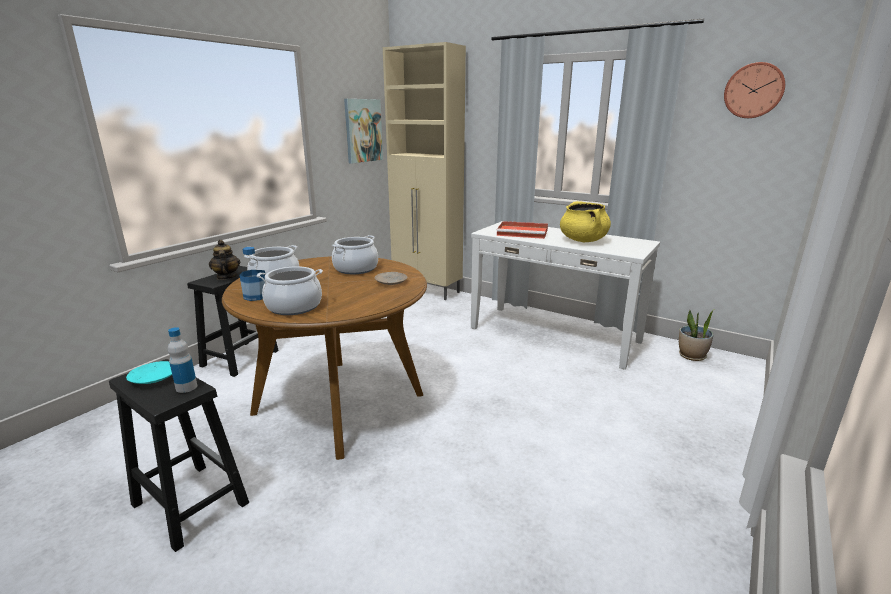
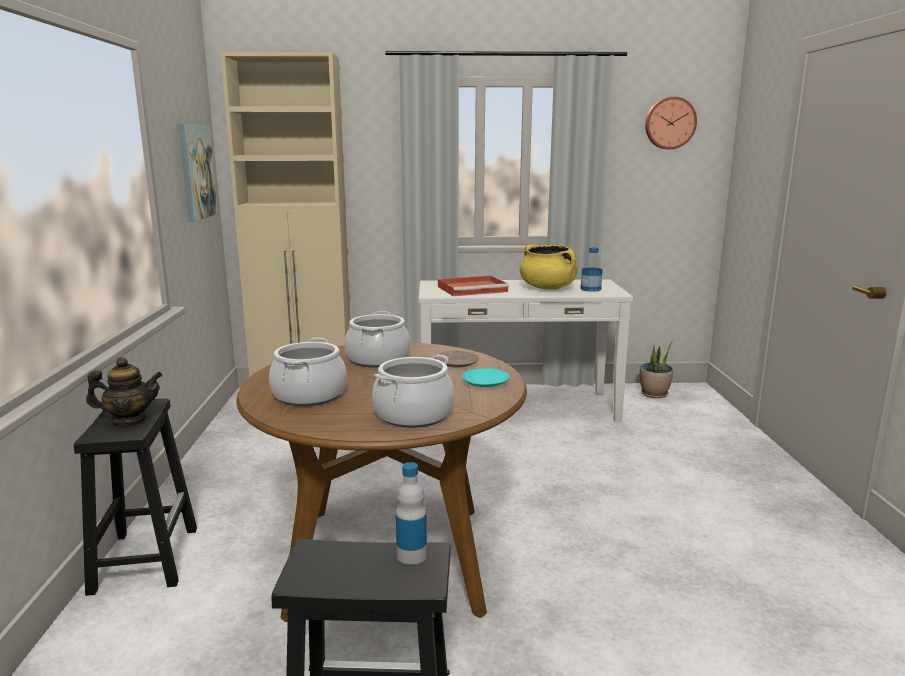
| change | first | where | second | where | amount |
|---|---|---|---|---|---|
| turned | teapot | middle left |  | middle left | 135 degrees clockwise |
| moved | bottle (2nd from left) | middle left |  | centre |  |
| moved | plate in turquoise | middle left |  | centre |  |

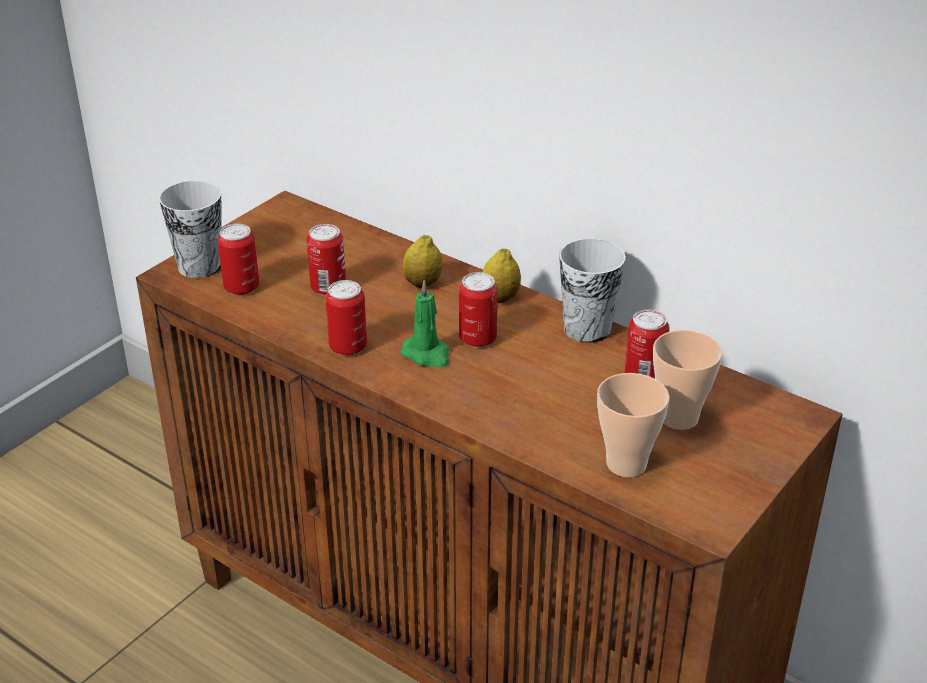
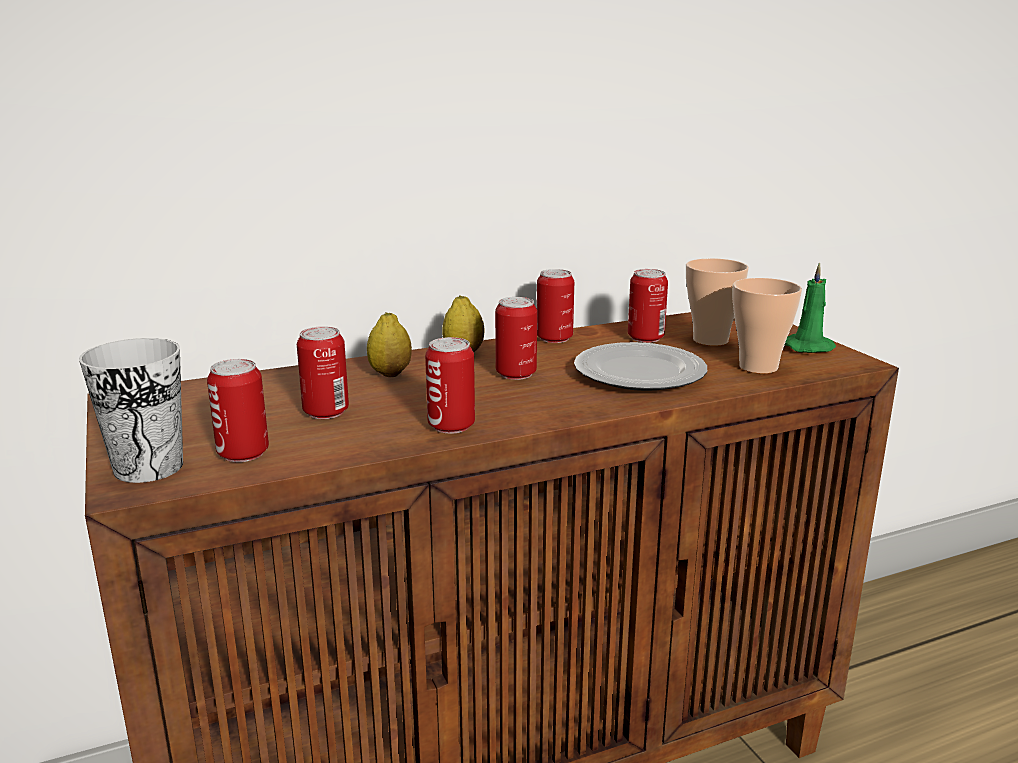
| change | first | where | second | where | amount |
|---|---|---|---|---|---|
| replaced | cup (2nd from left) | centre | can (5th from left) | centre |  |
| moved | candle in green | centre |  | middle right |  |
| added |  |  | plate | centre |  |

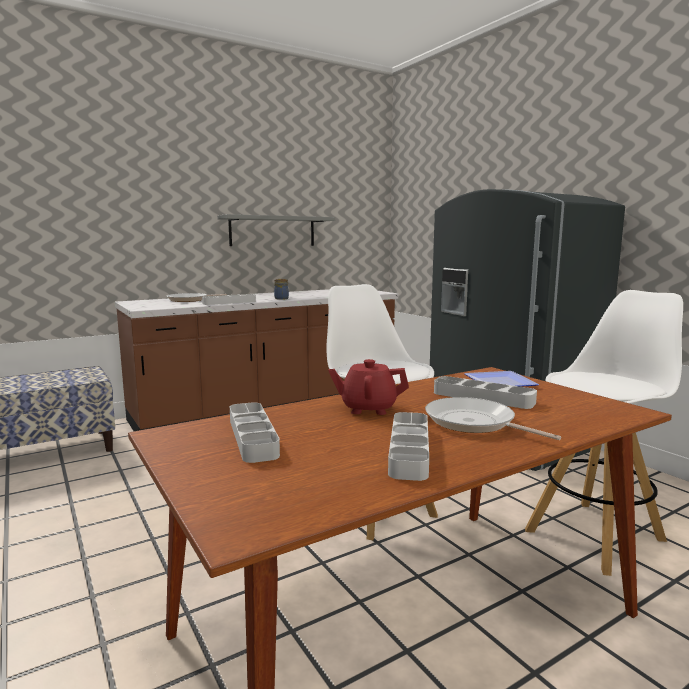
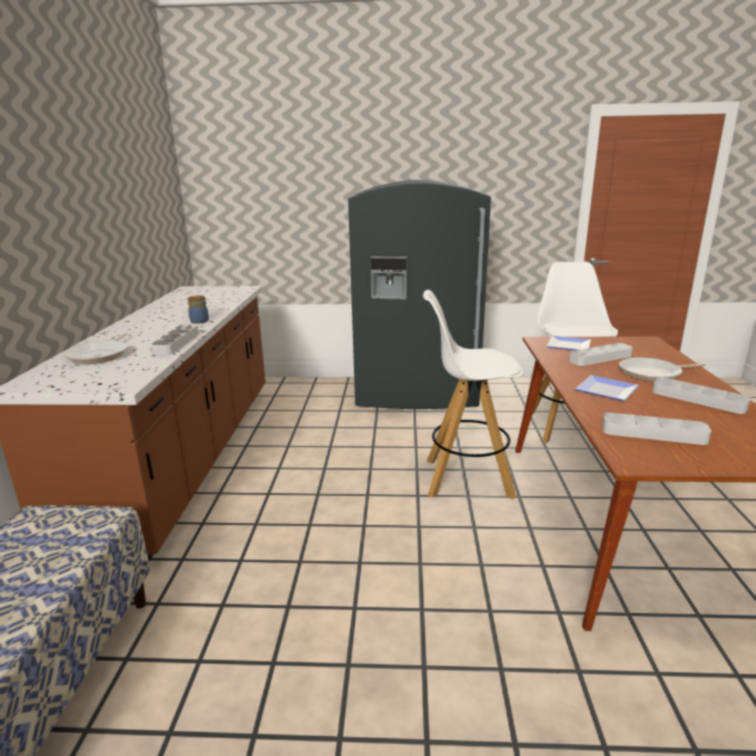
| change | first | where | second | where | amount |
|---|---|---|---|---|---|
| removed | shelf in grey | centre |  |  |  |
| replaced | teapot in red | centre | plate (2nd from left) | middle right |  |

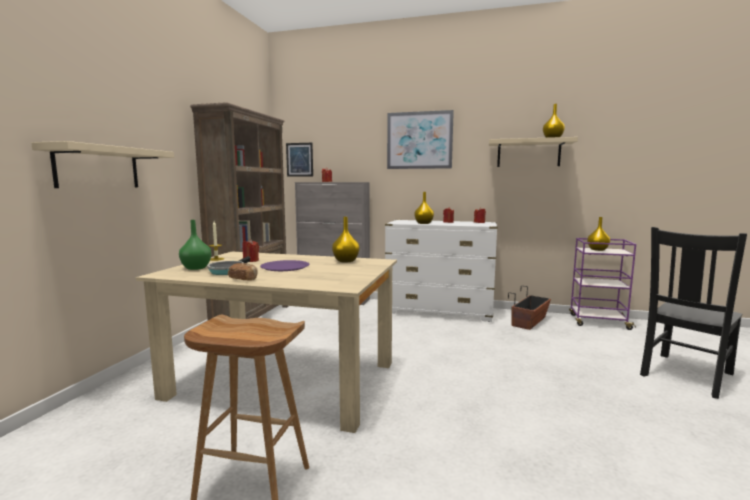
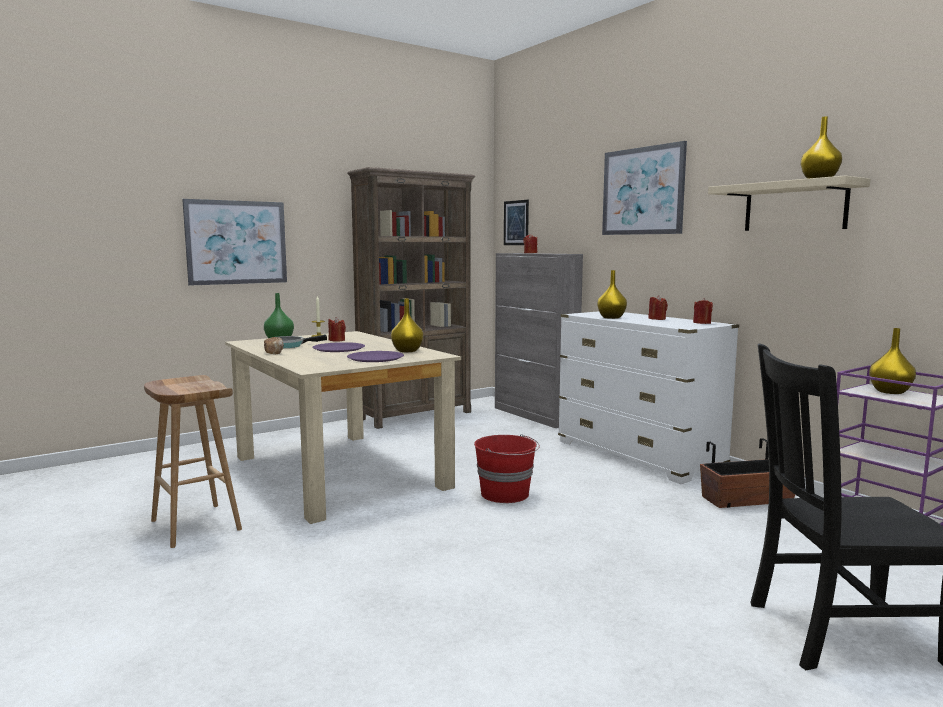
| change | first | where | second | where | amount |
|---|---|---|---|---|---|
| replaced | shelf in beige (1st from left) | top left | picture (1st from left) | middle left |  |
| added |  |  | plate in purple (2nd from left) | centre |  |
| added |  |  | bucket in red | centre |  |

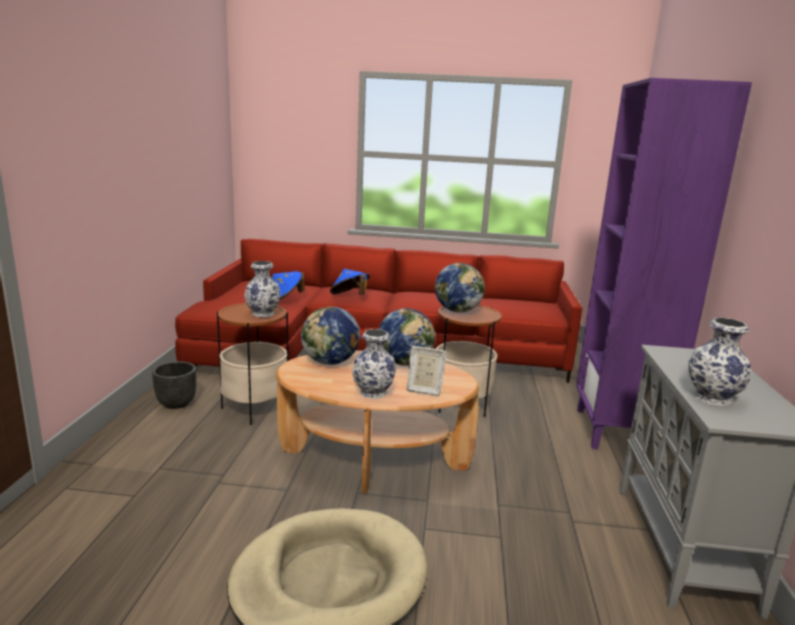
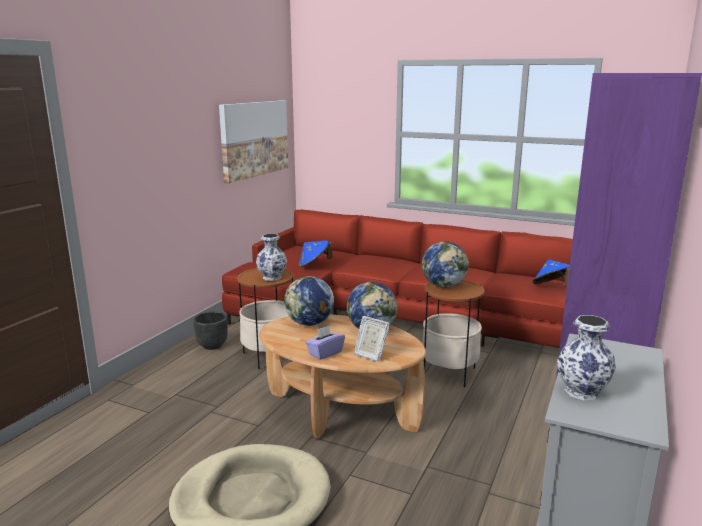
| change | first | where | second | where | amount |
|---|---|---|---|---|---|
| moved | hat in blue (2nd from left) | centre |  | middle right |  |
| replaced | vase (2nd from left) | centre | tissue box in purple | centre |  |
| added |  |  | picture | top centre |  |

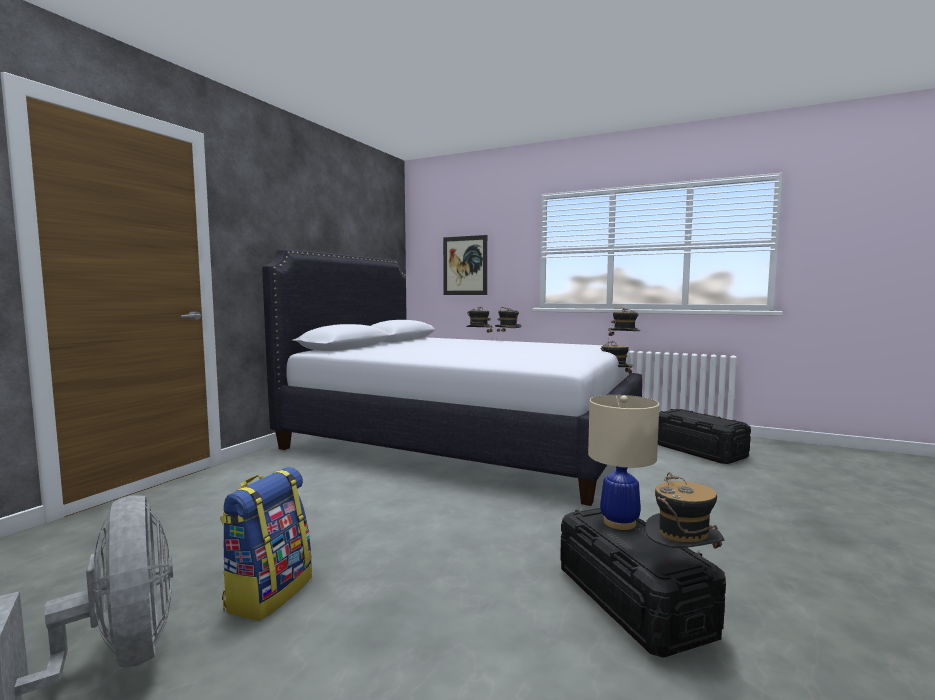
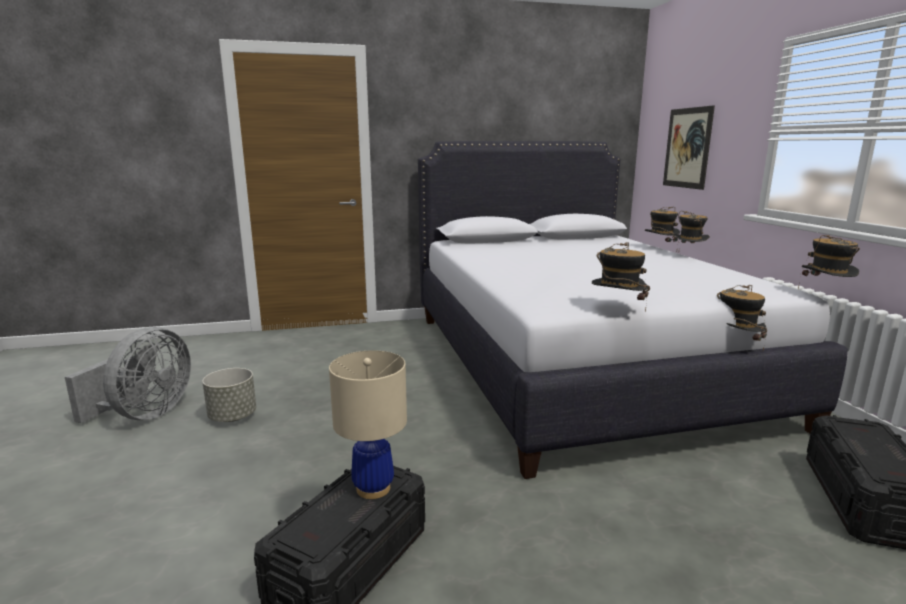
| change | first | where | second | where | amount |
|---|---|---|---|---|---|
| replaced | backpack | bottom left | planter in grey | middle left |  |
| moved | hat (5th from left in the first image) | bottom right | hat (1st from left) | middle right |  |

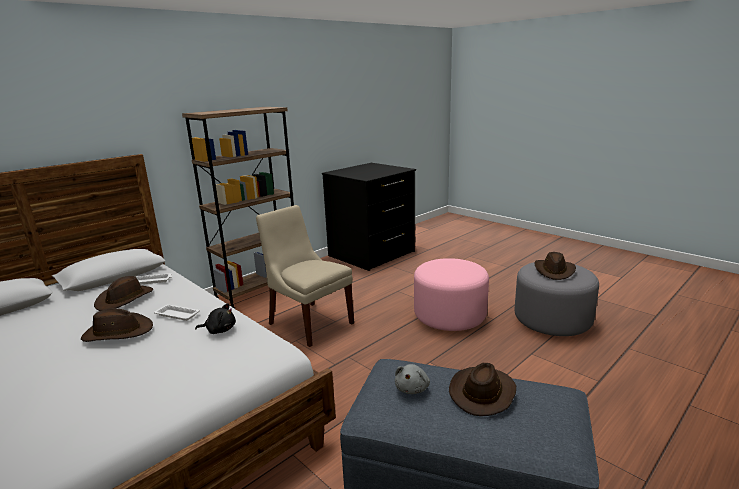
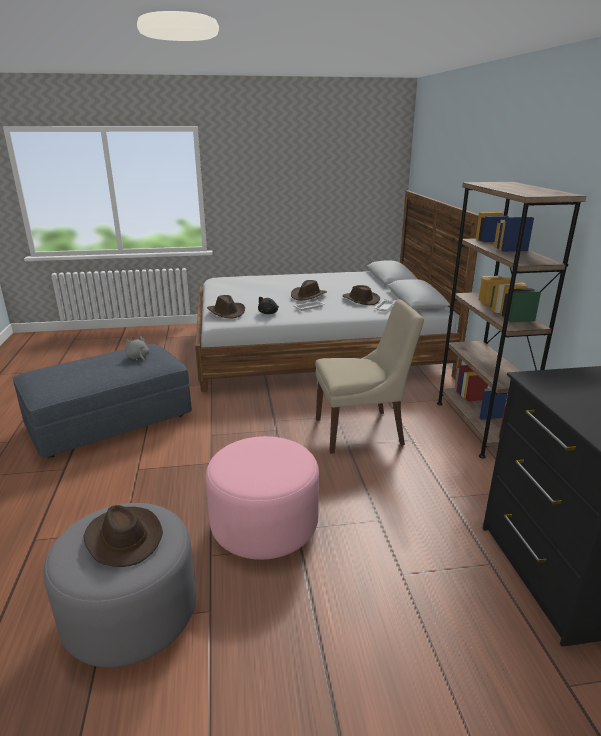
| change | first | where | second | where | amount |
|---|---|---|---|---|---|
| moved | hat in brown (3rd from left in the first image) | bottom centre | hat in brown (2nd from left) | centre |  |

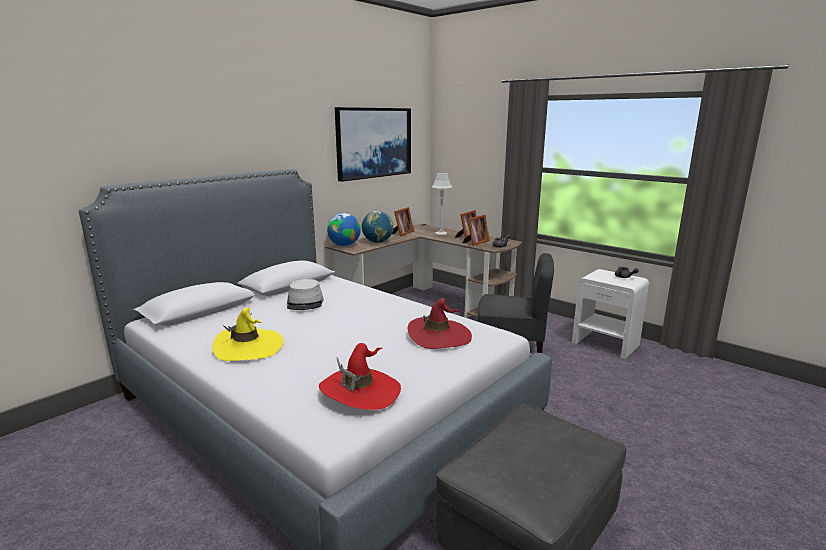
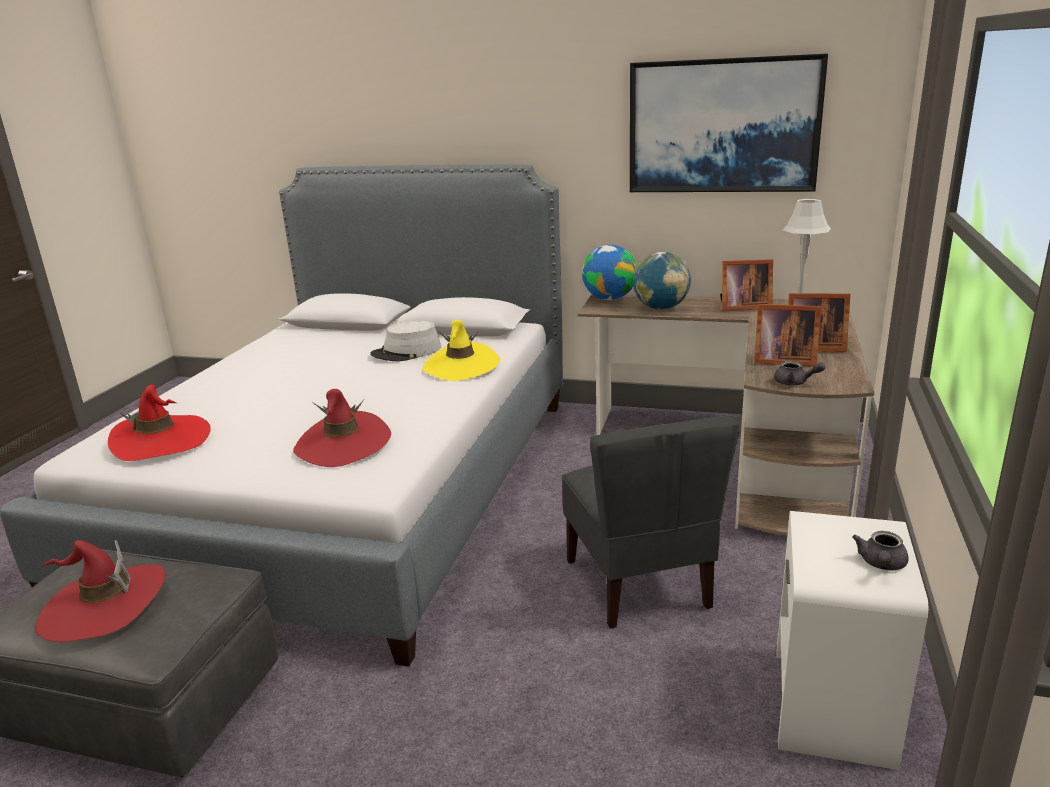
| change | first | where | second | where | amount |
|---|---|---|---|---|---|
| moved | hat in yellow | middle left |  | centre |  |
| added |  |  | hat in red (1st from left) | bottom left |  |

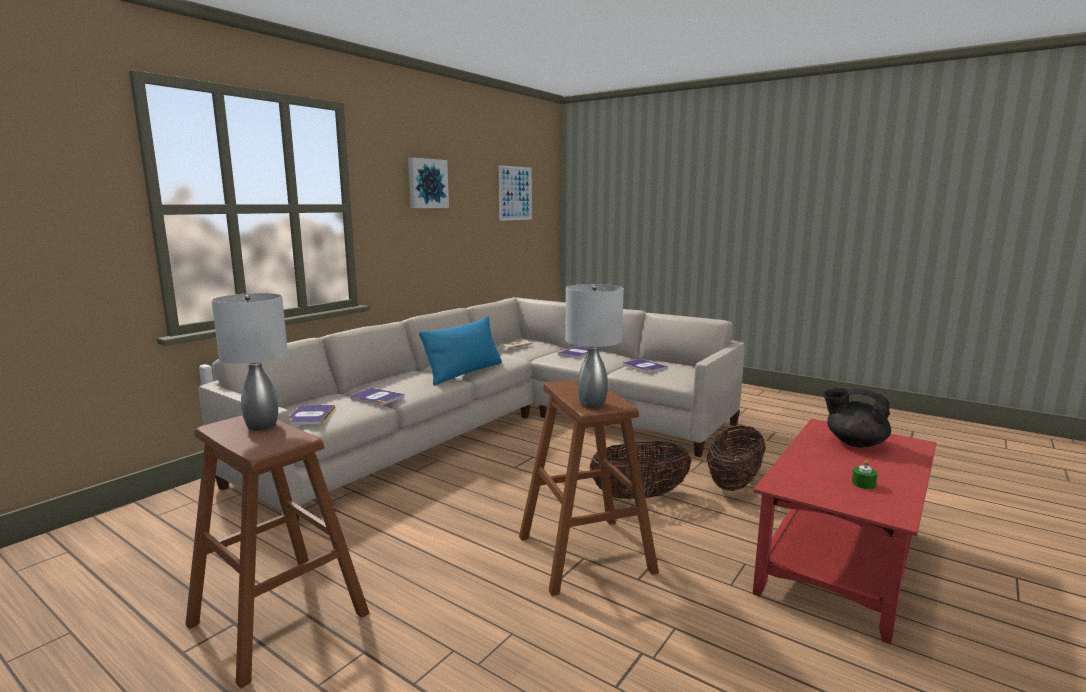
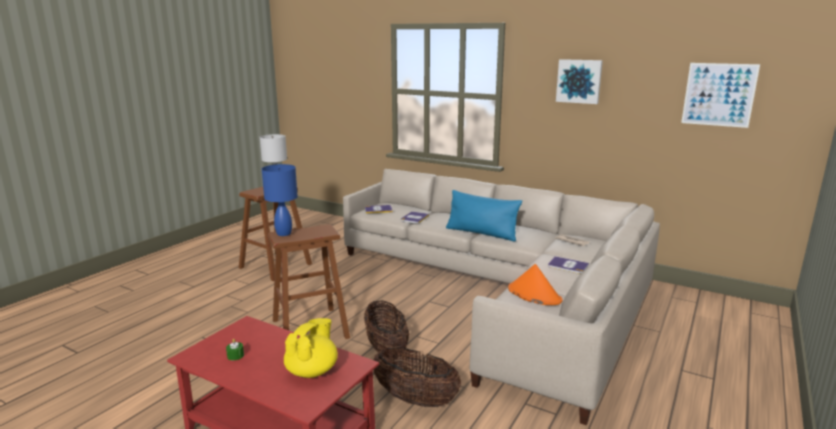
| change | first | where | second | where | amount |
|---|---|---|---|---|---|
| recoloured | table lamp in grey (2nd from left) | centre | table lamp in blue | centre |  |
| replaced | book (4th from left) | centre | hat in orange | centre |  |
| recoloured | teapot in black | middle right | teapot in yellow | bottom centre |  |

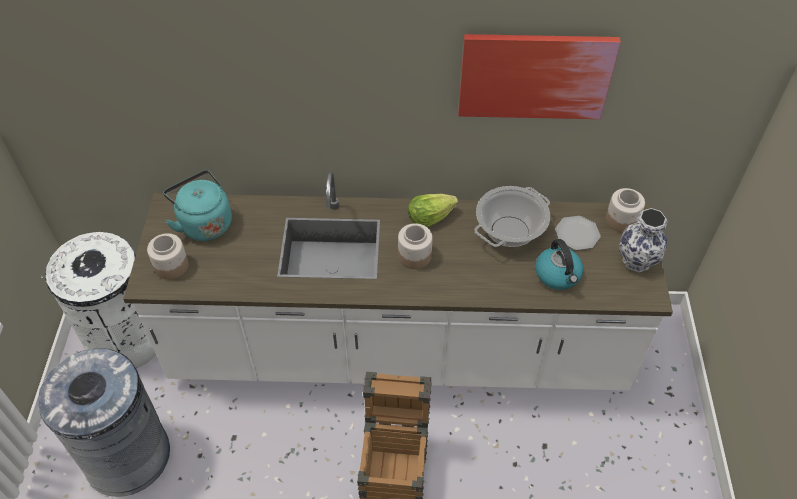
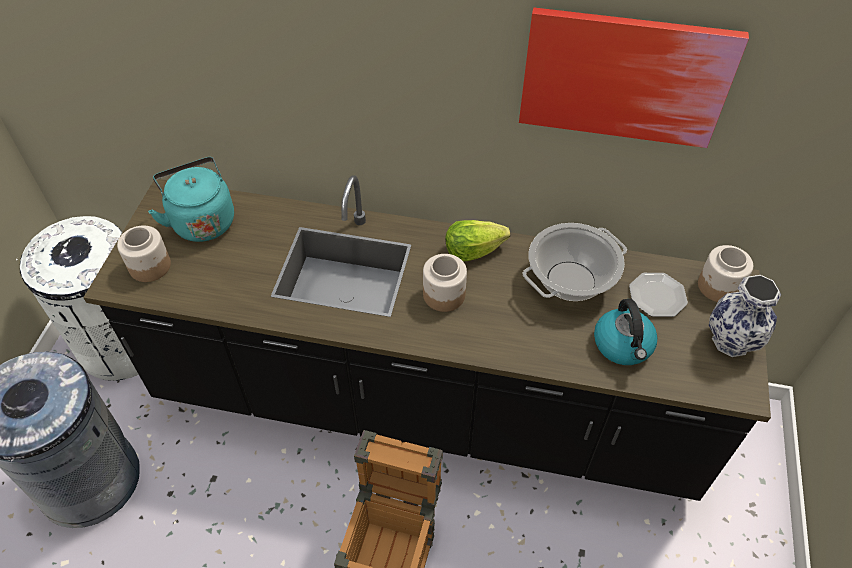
| change | first | where | second | where | amount |
|---|---|---|---|---|---|
| recoloured | counter in white | centre | counter in black | centre |  |

